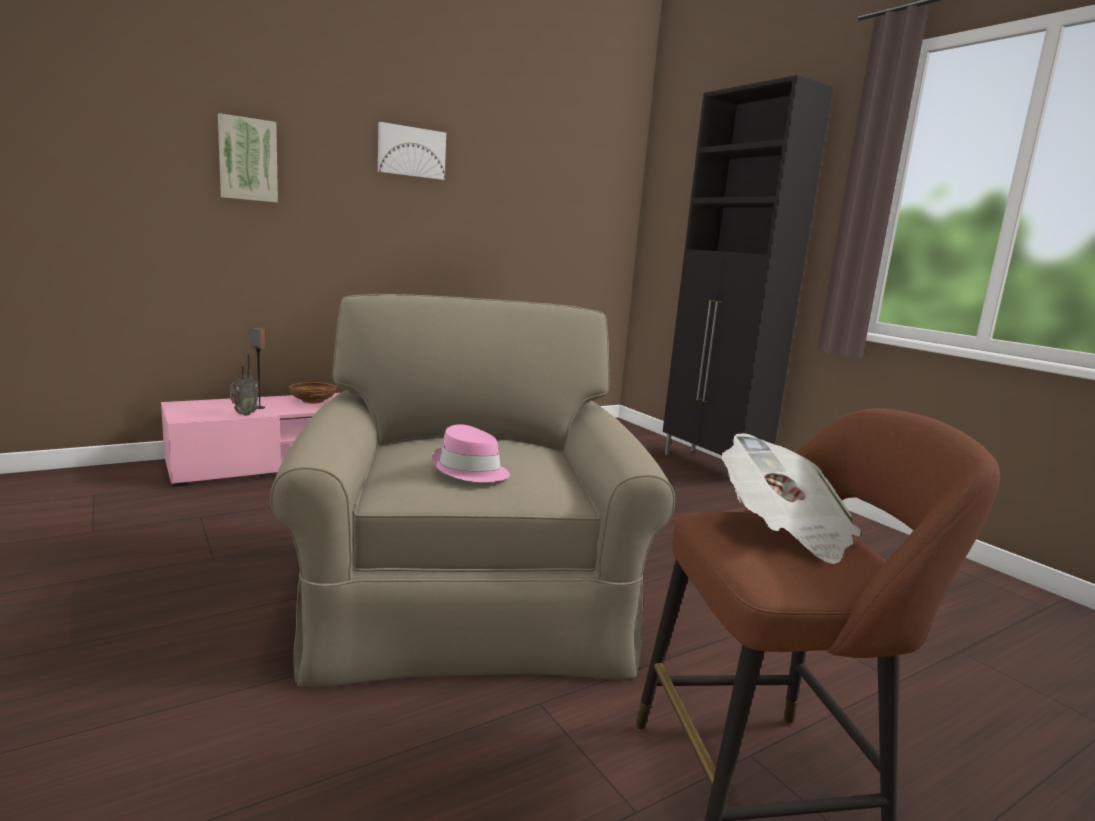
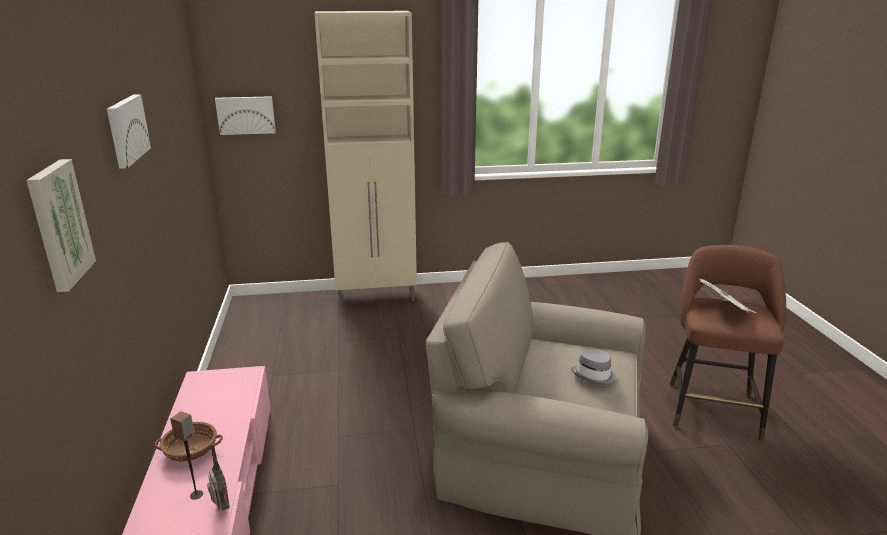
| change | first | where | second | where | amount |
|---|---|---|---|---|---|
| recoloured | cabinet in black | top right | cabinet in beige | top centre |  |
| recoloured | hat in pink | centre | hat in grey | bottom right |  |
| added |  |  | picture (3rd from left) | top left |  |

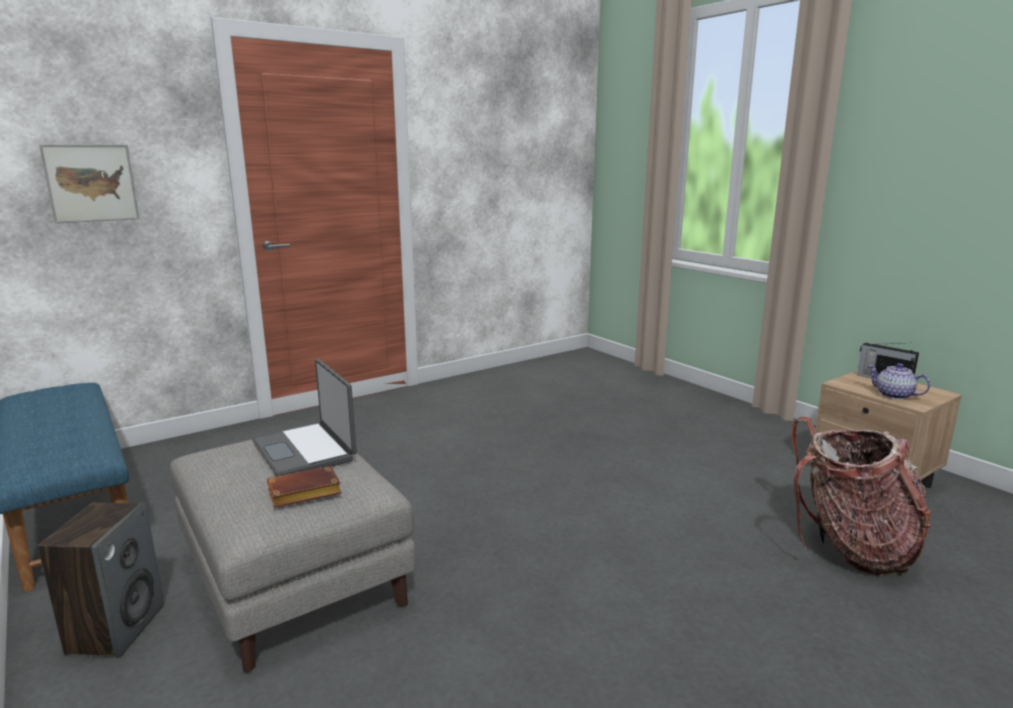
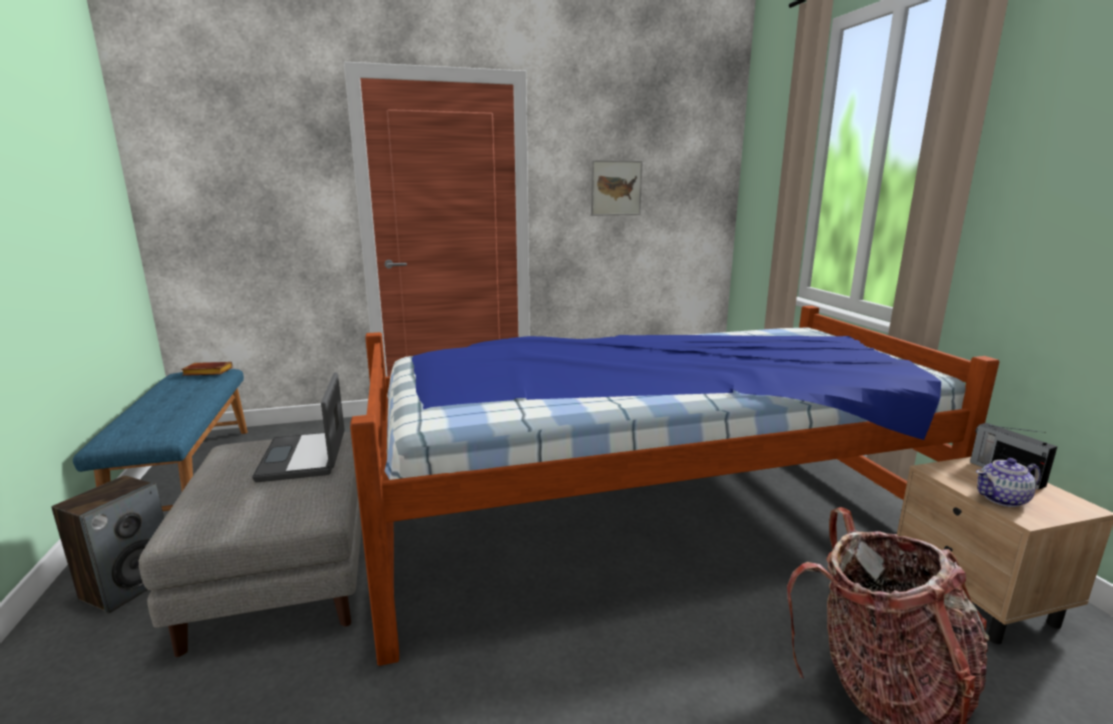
| change | first | where | second | where | amount |
|---|---|---|---|---|---|
| moved | picture | top left |  | top centre |  |
| turned | teapot | middle right |  | middle right | 75 degrees counterclockwise |
| moved | book in brown | bottom left |  | middle left |  |
| added |  |  | bed | bottom centre |  |

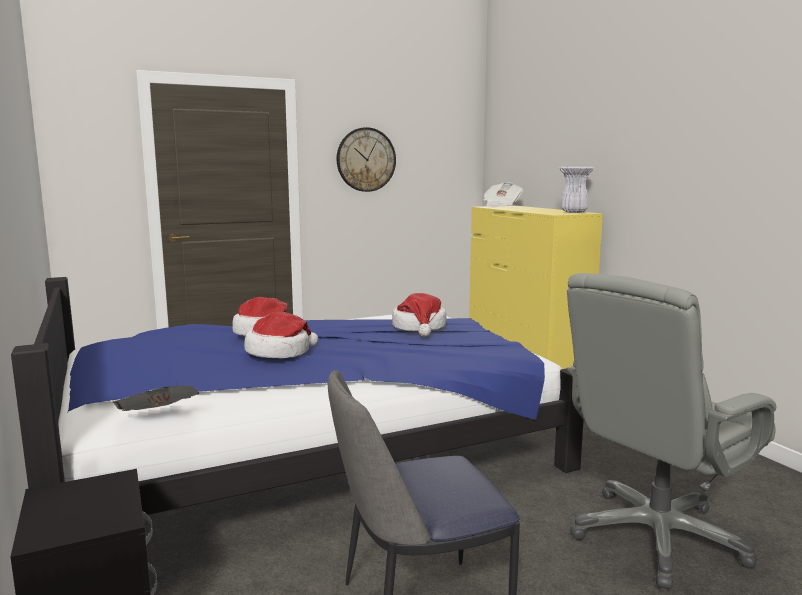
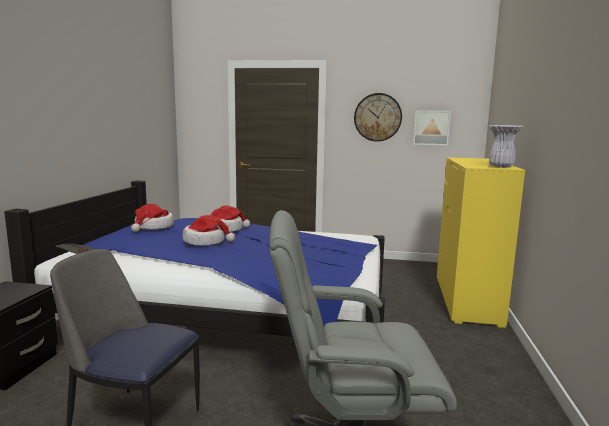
| change | first | where | second | where | amount |
|---|---|---|---|---|---|
| removed | newspaper (2nd from left) | top centre |  |  |  |
| moved | hat (3rd from left in the first image) | centre | hat (1st from left) | middle left |  |
| added |  |  | picture | top right |  |

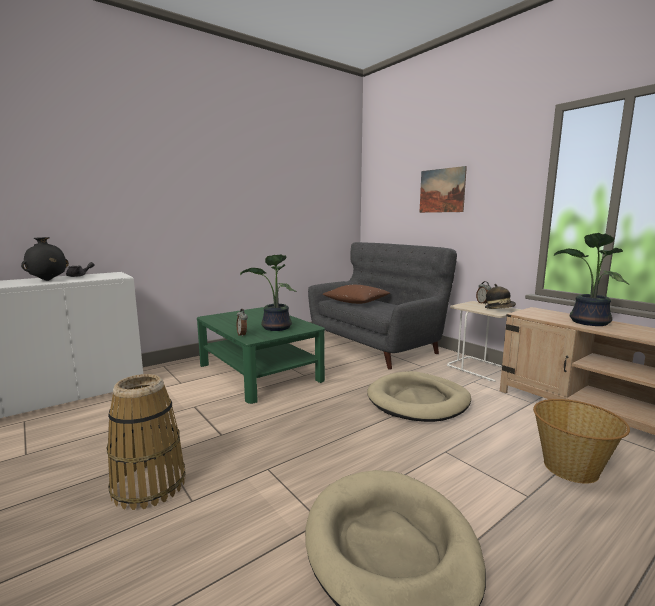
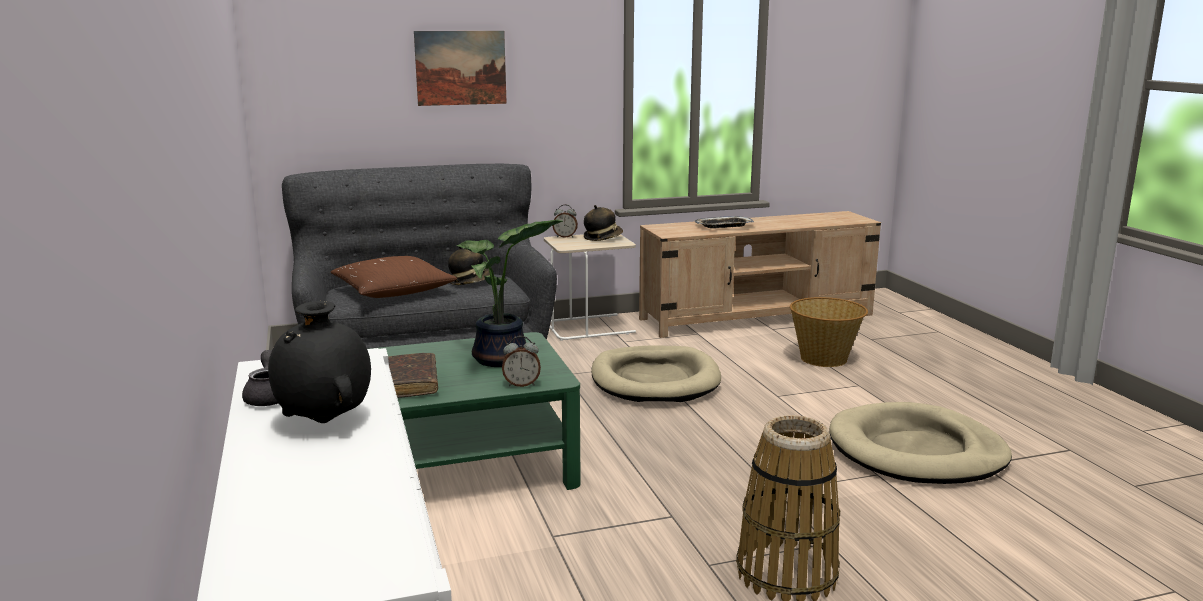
| change | first | where | second | where | amount |
|---|---|---|---|---|---|
| replaced | potted plant (2nd from left) | middle right | tray | centre |  |
| added |  |  | hat (1st from left) | centre |  |
| added |  |  | book in brown | centre |  |

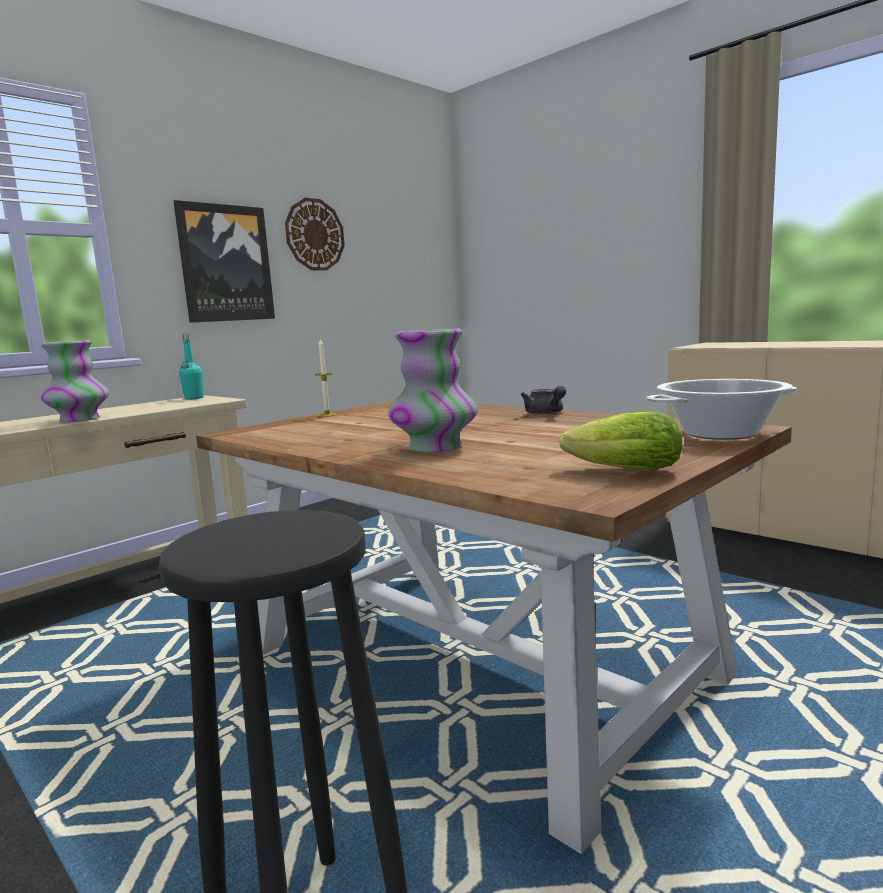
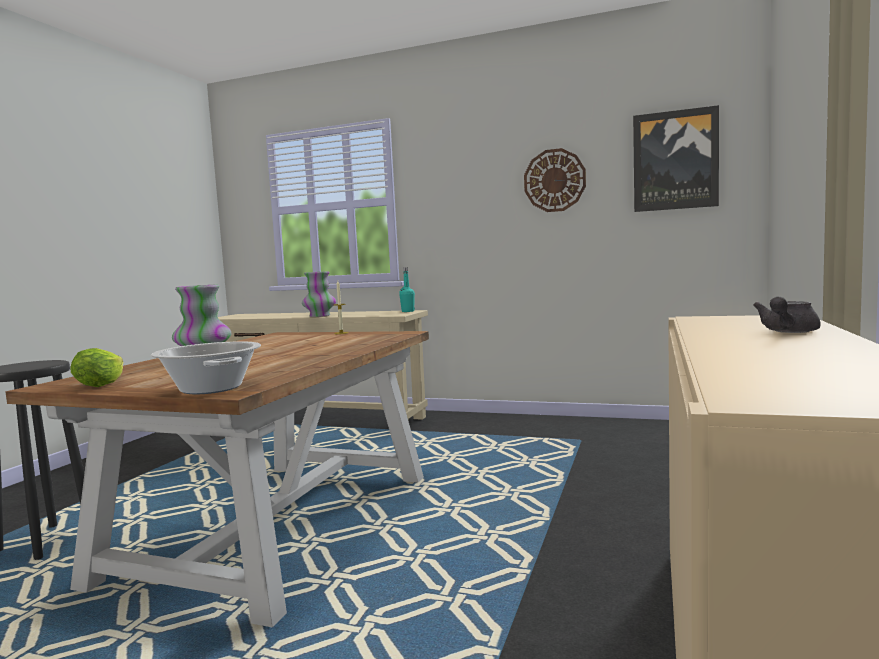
| change | first | where | second | where | amount |
|---|---|---|---|---|---|
| moved | picture | top left |  | top right |  |
| moved | teapot in grey | centre |  | middle right |  |

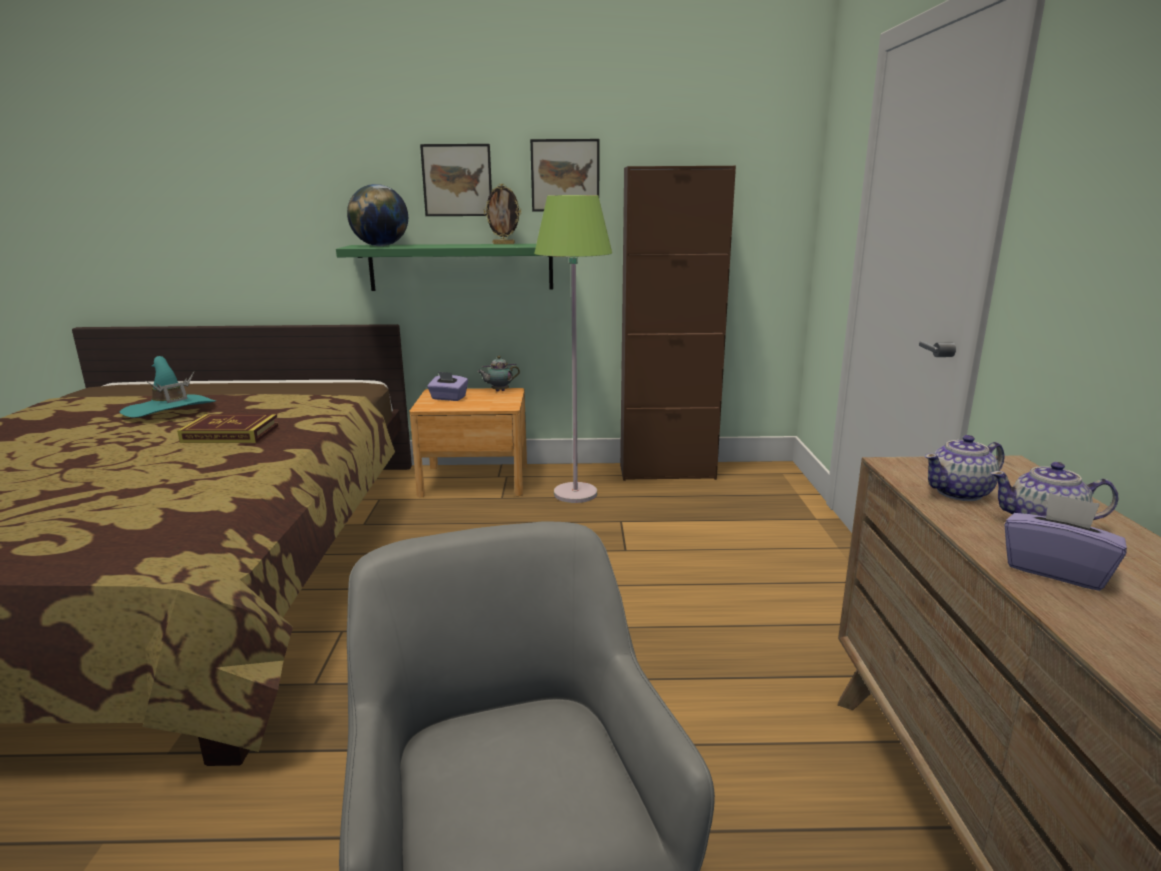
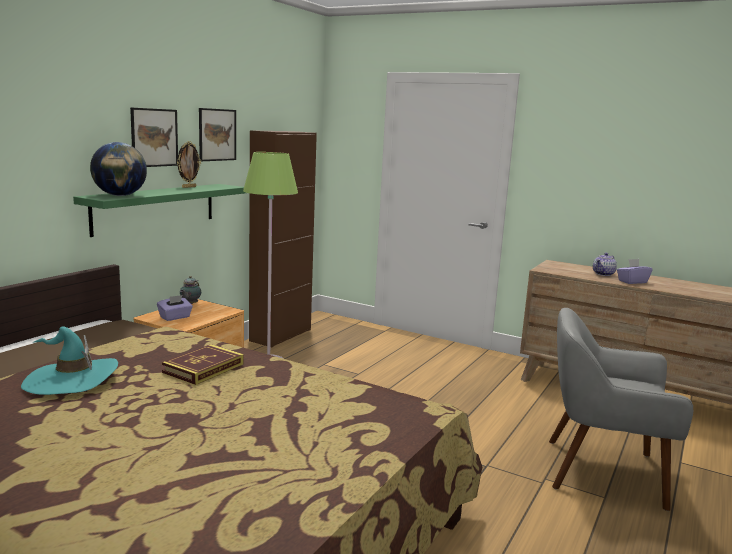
| change | first | where | second | where | amount |
|---|---|---|---|---|---|
| removed | teapot (2nd from left) | middle right |  |  |  |

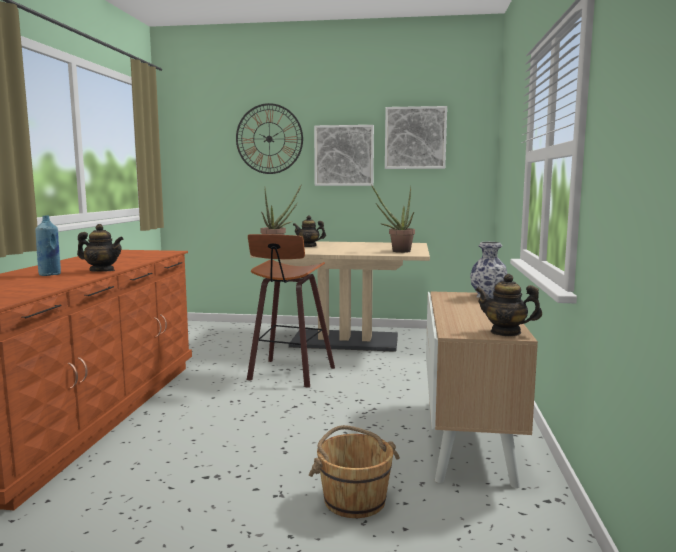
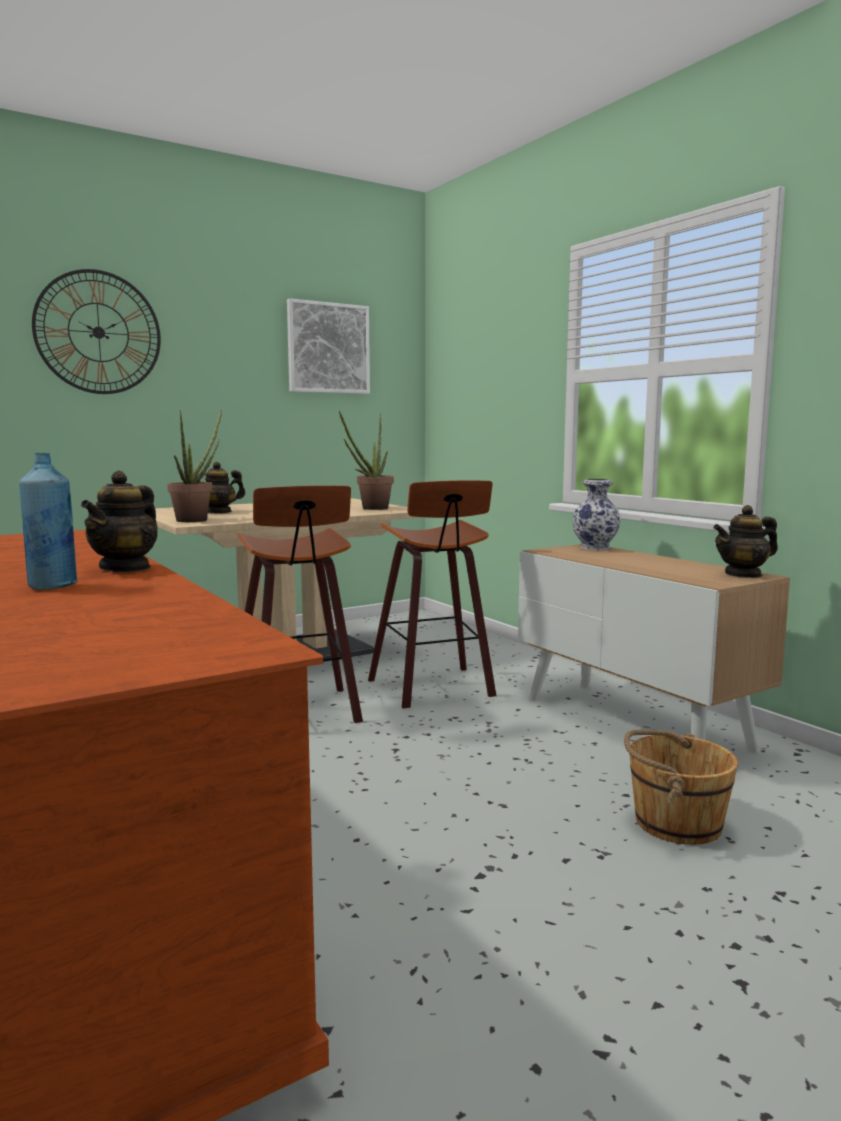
| change | first | where | second | where | amount |
|---|---|---|---|---|---|
| removed | picture (1st from left) | top centre |  |  |  |
| turned | teapot (1st from left) | middle left |  | middle left | 135 degrees clockwise |
| added |  |  | stool (2nd from left) | centre |  |

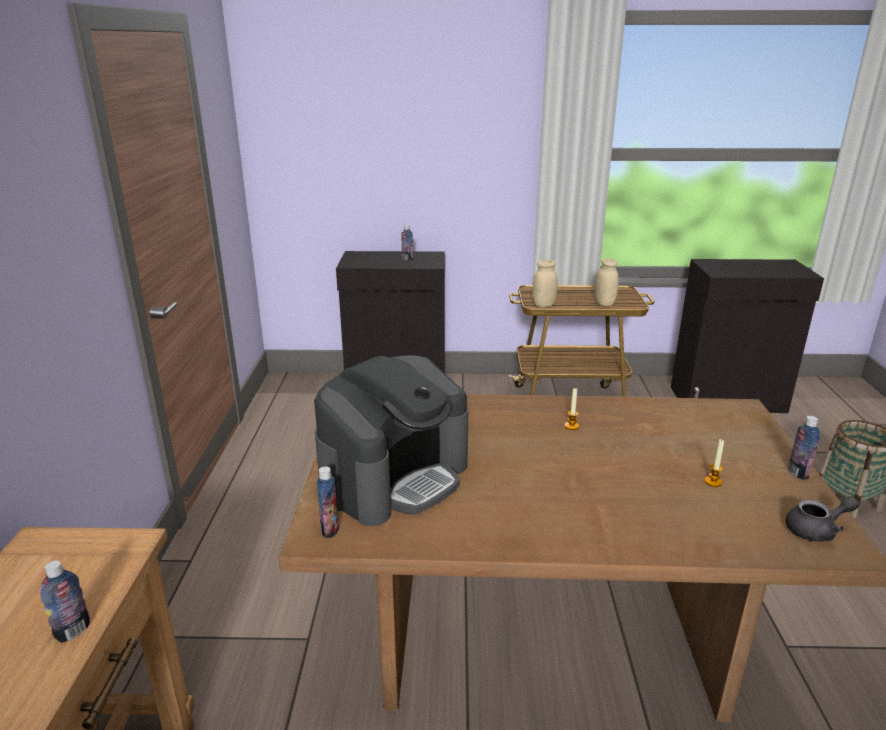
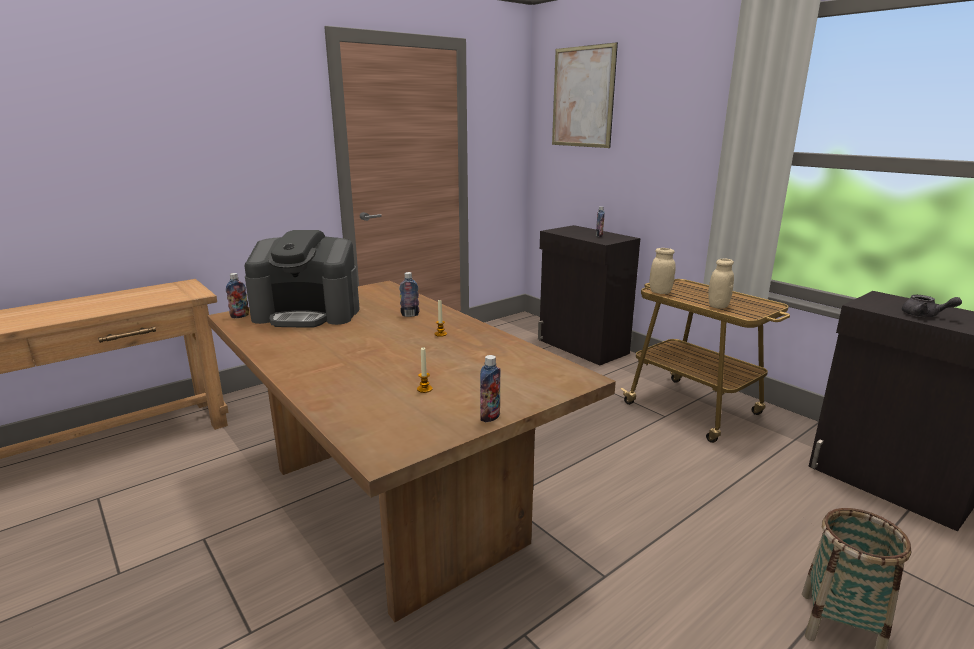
| change | first | where | second | where | amount |
|---|---|---|---|---|---|
| moved | teapot in grey | bottom right |  | middle right |  |
| moved | bottle (1st from left in the first image) | bottom left | bottle (2nd from left) | centre |  |
| added |  |  | picture | top centre |  |

